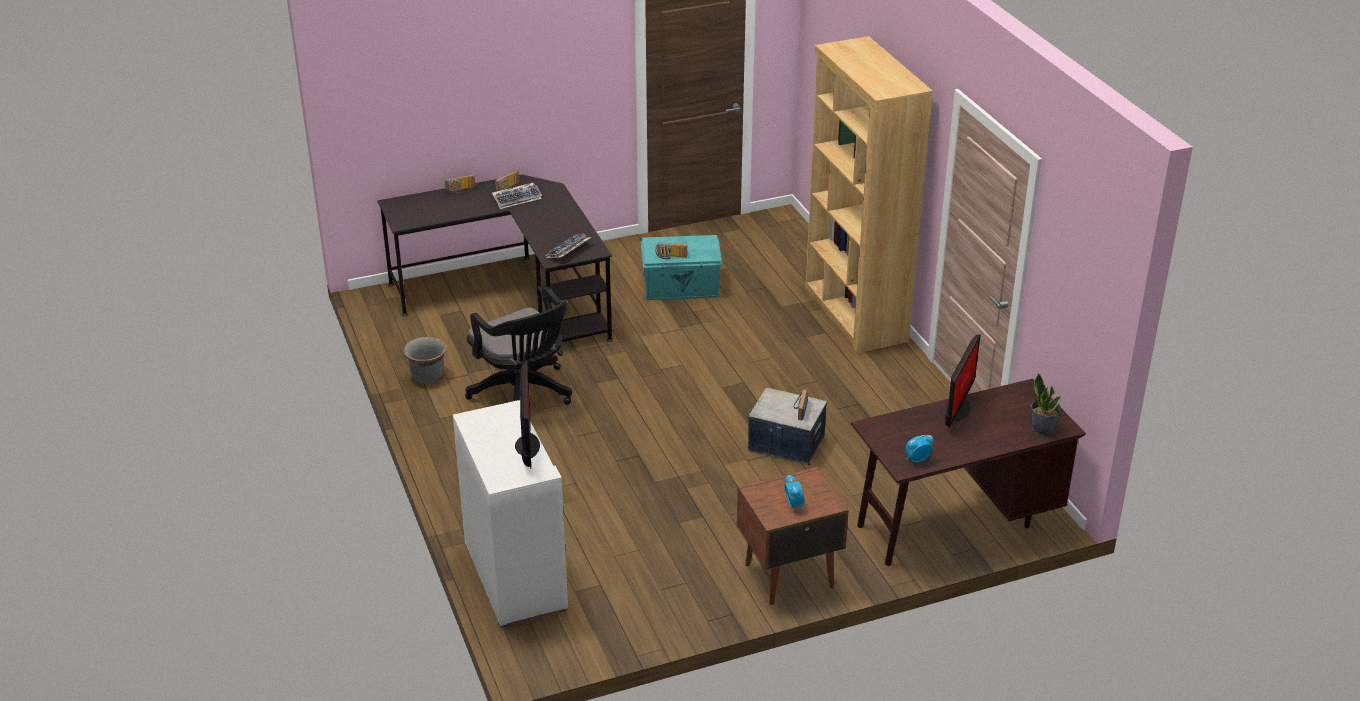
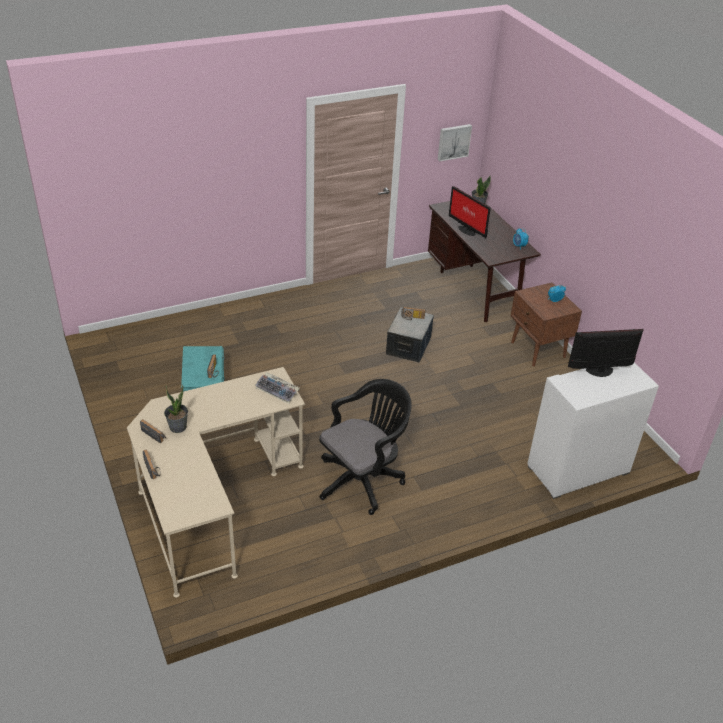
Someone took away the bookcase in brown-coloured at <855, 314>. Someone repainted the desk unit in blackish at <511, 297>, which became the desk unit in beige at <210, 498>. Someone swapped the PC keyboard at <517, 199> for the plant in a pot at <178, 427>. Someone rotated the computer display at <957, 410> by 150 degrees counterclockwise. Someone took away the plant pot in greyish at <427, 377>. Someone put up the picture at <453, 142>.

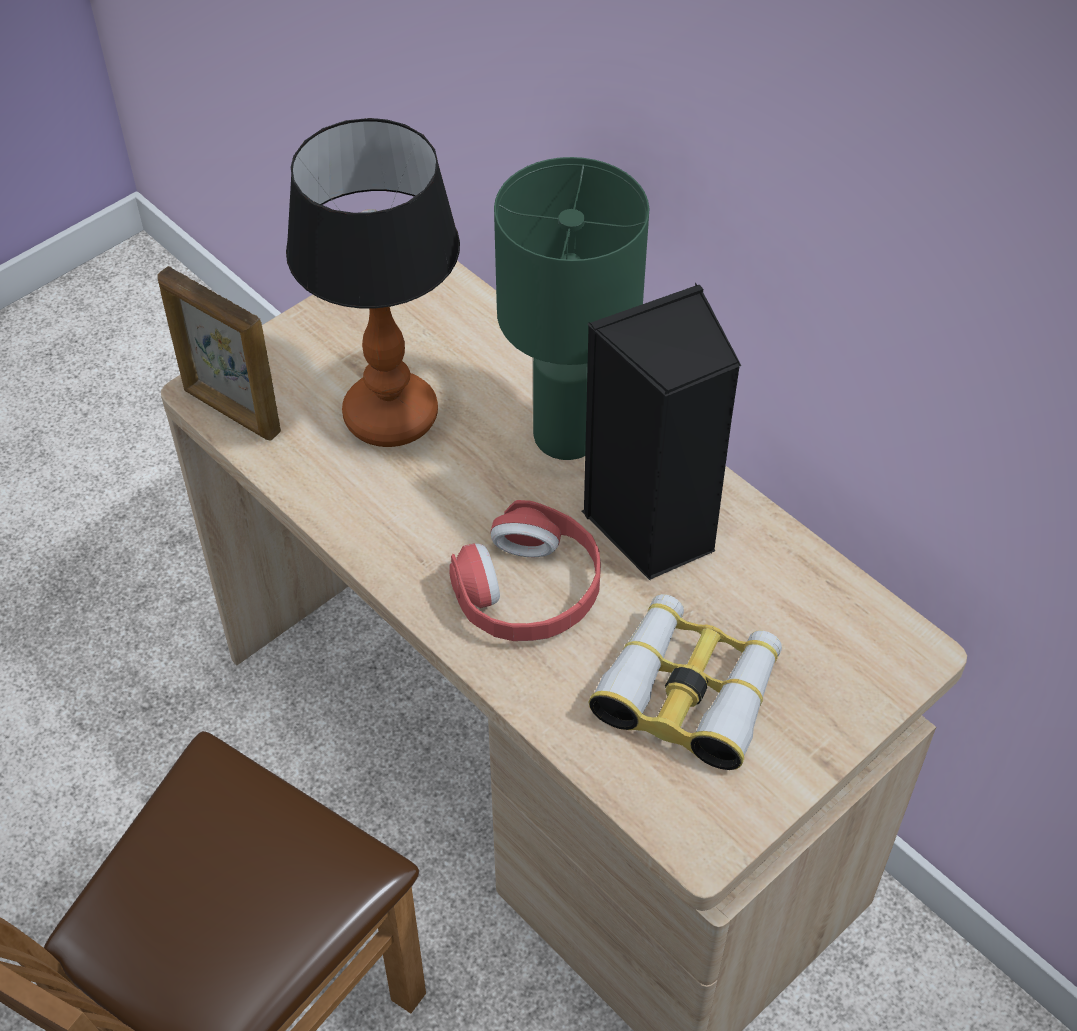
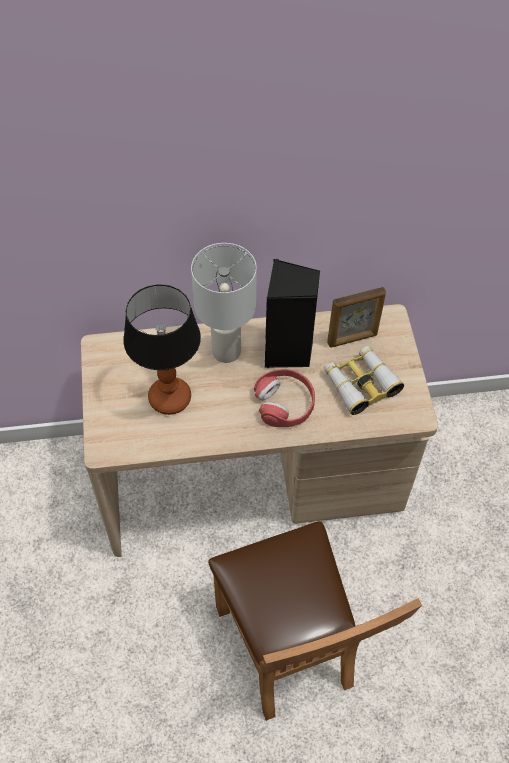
Someone repainted the lamp for a table in green at <565, 433>, which became the lamp for a table in whitish at <225, 351>. Someone carried the photo frame from <231, 411> to <352, 339>.

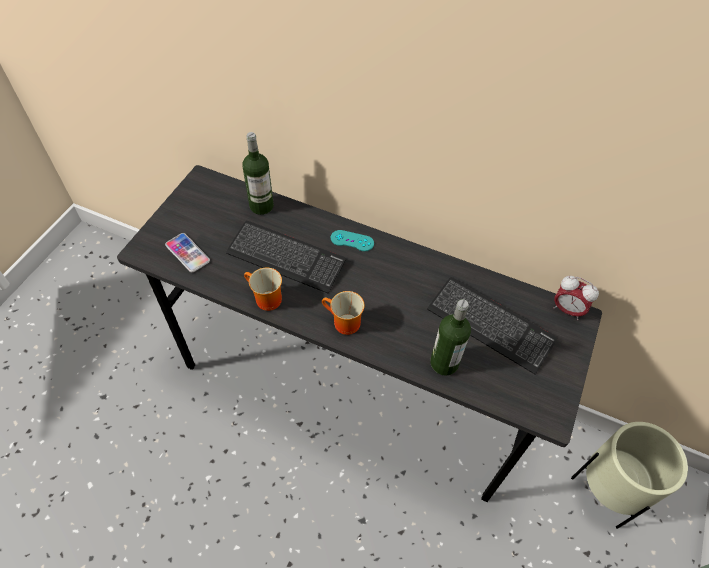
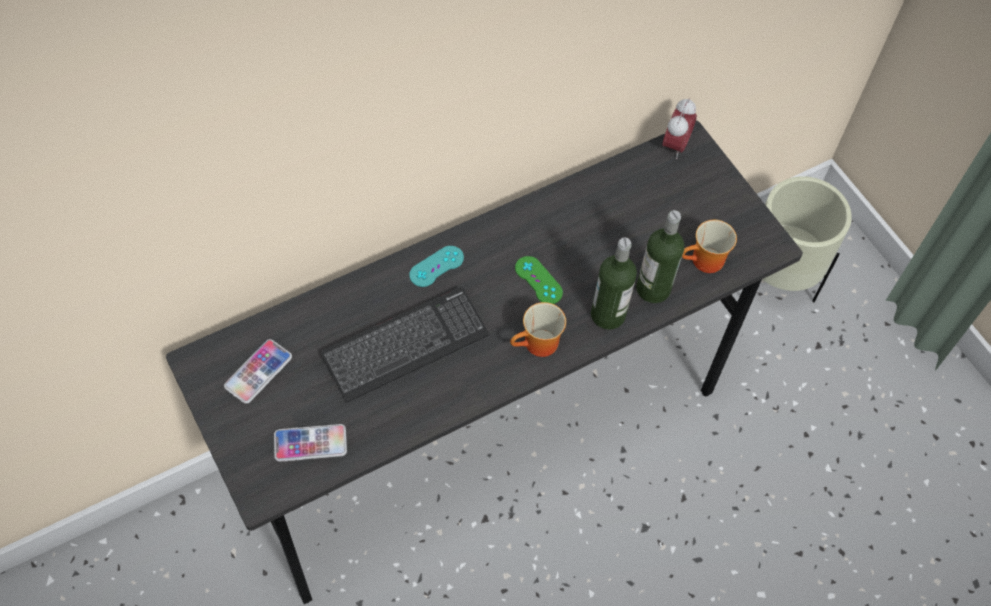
Someone carried the bottle from <261, 206> to <608, 314>. Someone carried the tea mug from <265, 300> to <705, 263>. Someone rotated the bedside clock at <567, 310> by 45 degrees counterclockwise. Someone took away the PC keyboard at <490, 325>. Someone put down the joypad in green at <538, 280>. Someone put down the telephone at <258, 372>.

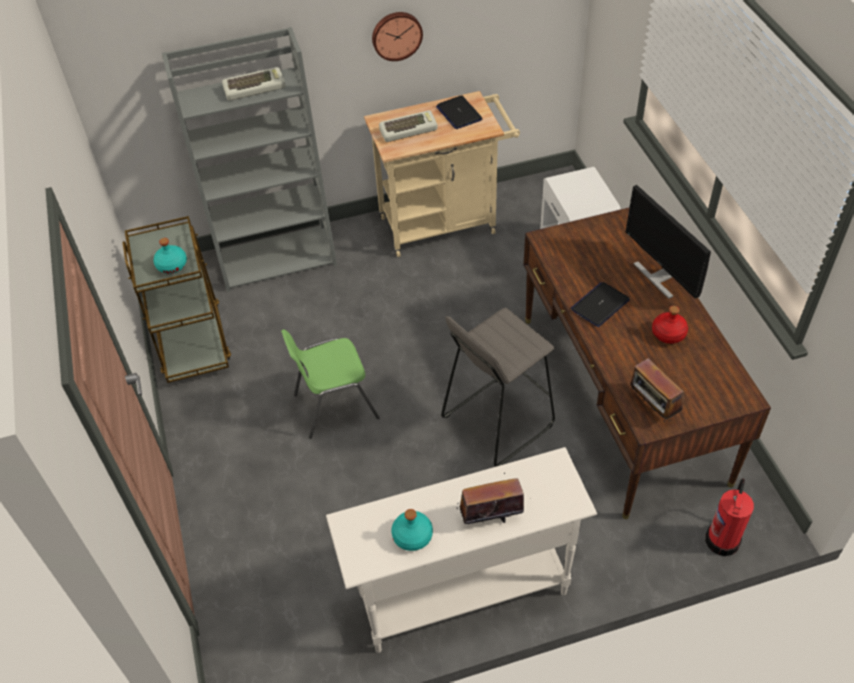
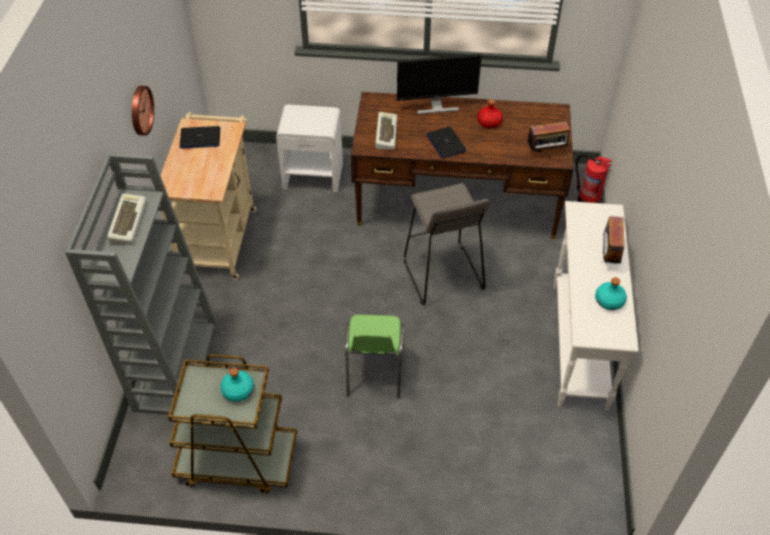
Someone carried the PC keyboard from <408, 129> to <385, 133>.

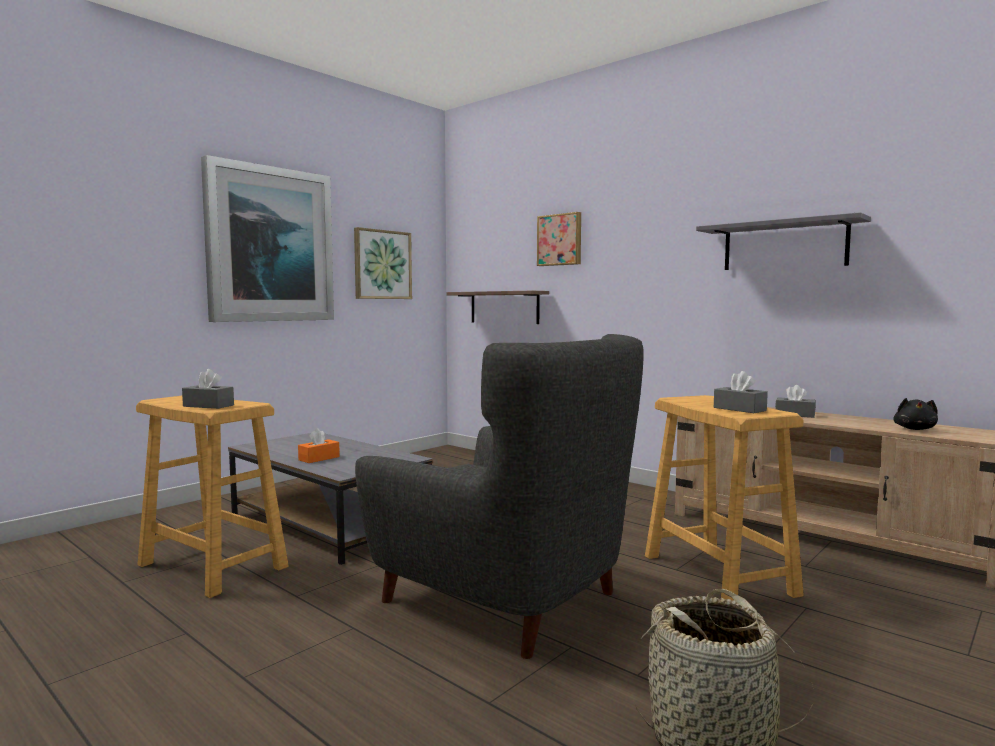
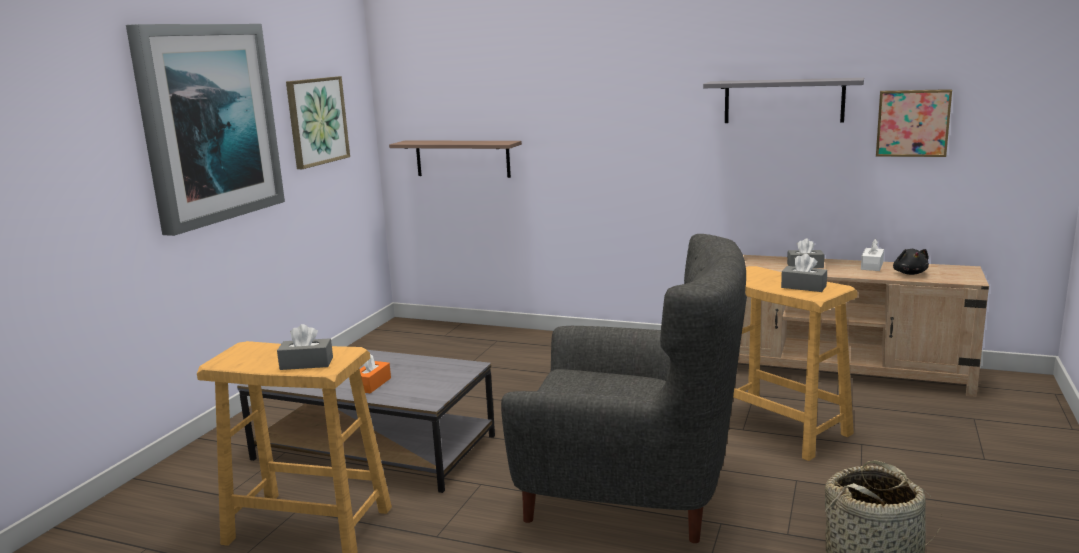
Someone carried the picture from <560, 240> to <912, 123>. Someone put down the tissue holder in whitish at <872, 266>.

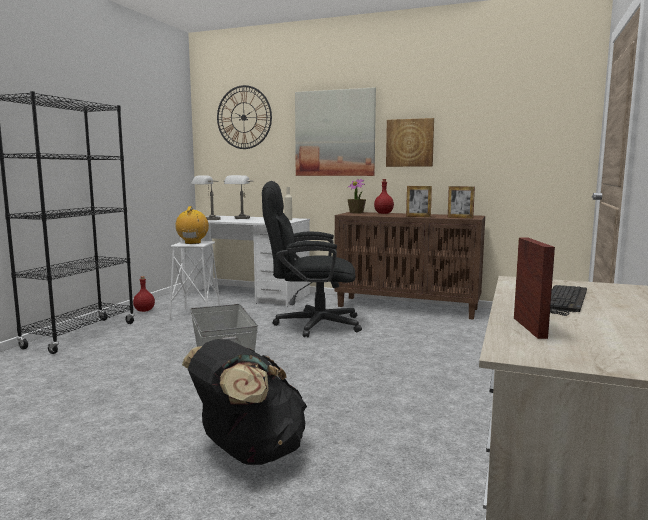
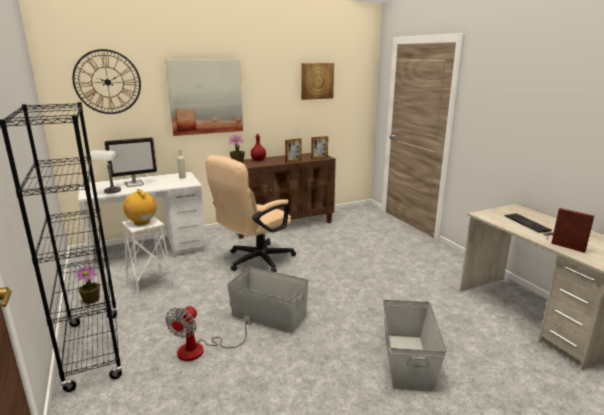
Someone carried the picture from <410, 143> to <317, 81>. Someone swapped the lamp for a table in greyish at <240, 218> for the computer display at <134, 184>. Someone repainted the computer chair in blackish at <309, 324>, which became the computer chair in beige at <254, 261>. Someone swapped the bottle in reddish at <144, 310> for the plant in a pot at <91, 300>. Someone swapped the backpack in blackish at <248, 453> for the storage box in greyish at <407, 361>. Someone put down the electric fan at <200, 350>.

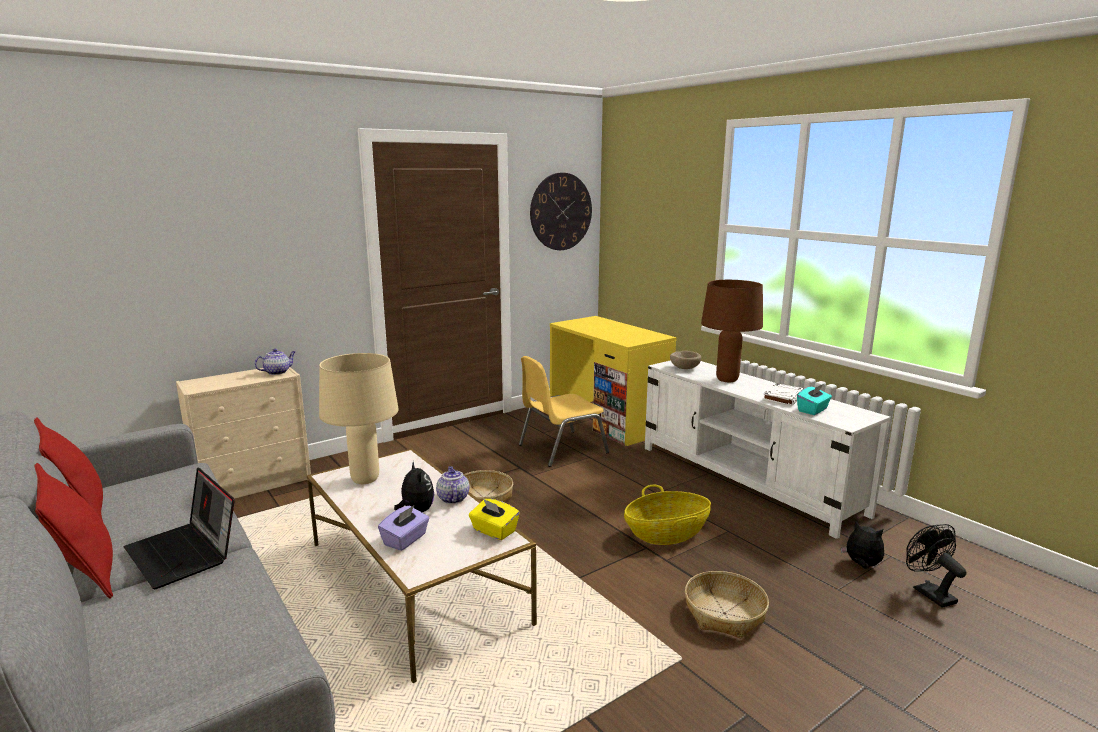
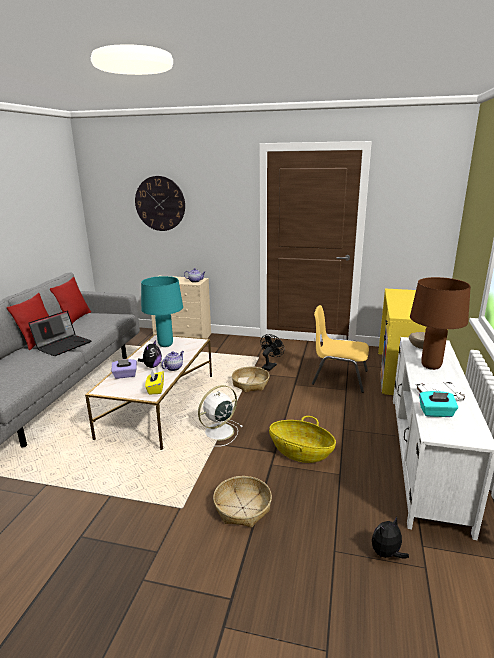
Someone carried the hanging clock from <561, 211> to <160, 203>. Someone repainted the lamp for a table in beige at <365, 480>, which became the lamp for a table in turquoise at <165, 345>. Someone rotated the portable computer at <185, 553> by 150 degrees counterclockwise. Someone rotated the plush toy at <862, 565> by 120 degrees counterclockwise. Someone carried the electric fan in blackish from <928, 592> to <270, 366>. Someone put down the electric fan in whitish at <218, 432>.

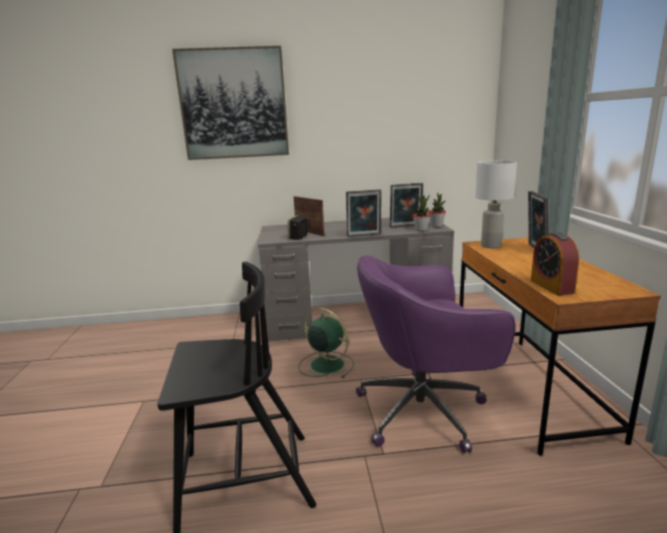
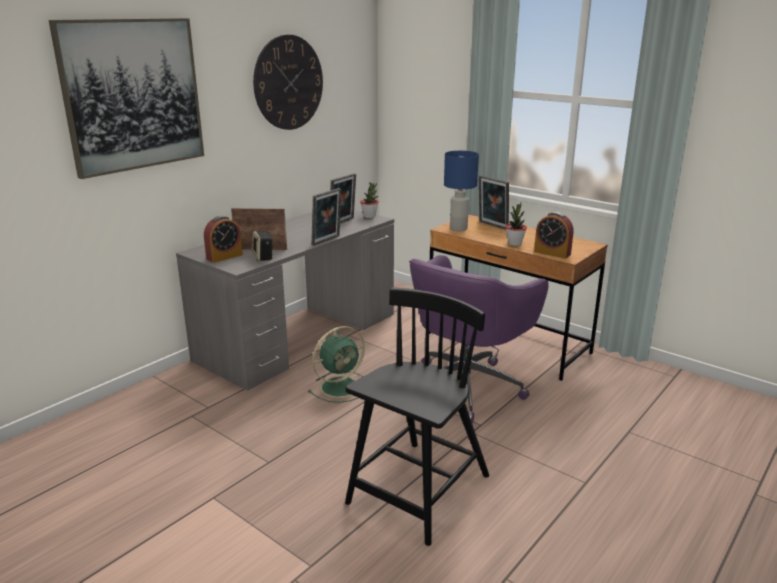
Someone repainted the lamp for a table in whitish at <490, 246>, which became the lamp for a table in blue-coloured at <458, 229>. Someone carried the plant in a pot from <421, 229> to <514, 243>. Someone rotated the electric fan in green at <325, 364> by 150 degrees clockwise. Someone put up the hanging clock at <288, 83>. Someone put down the bedside clock at <224, 257>.

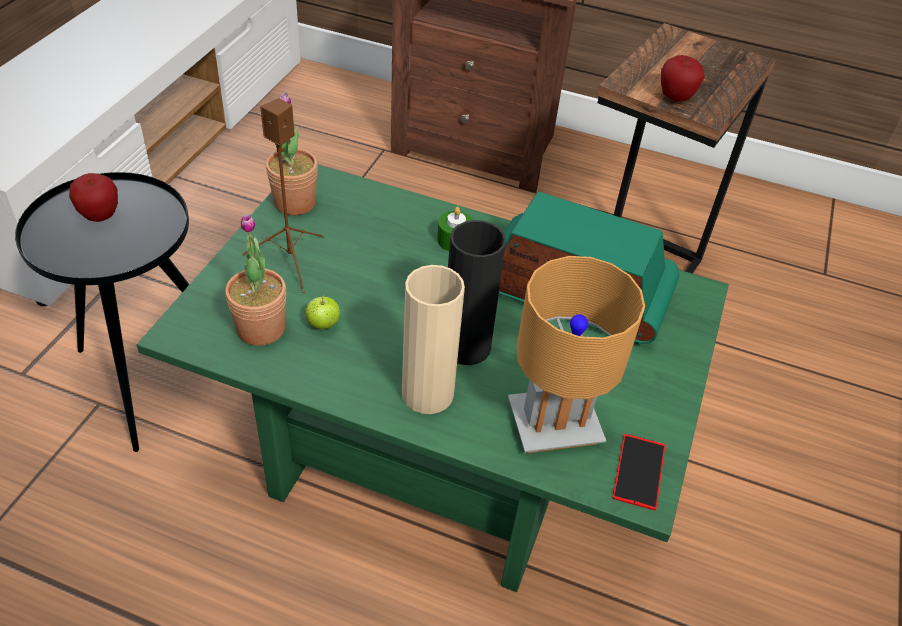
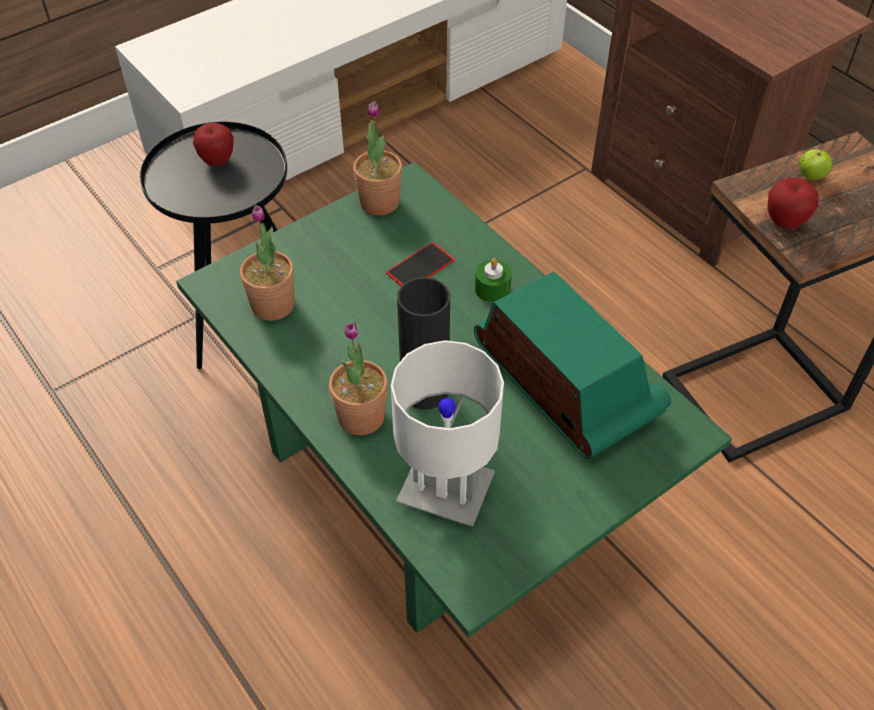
Someone took away the speaker in brown-coloured at <291, 261>. Someone repainted the lamp for a table in brown-coloured at <554, 423>, which became the lamp for a table in whitish at <446, 491>. Someone swapped the flower vase in beige at <427, 394> for the plant in a pot at <361, 417>. Someone carried the apple from <323, 324> to <811, 176>. Someone carried the telephone from <639, 471> to <420, 267>.

